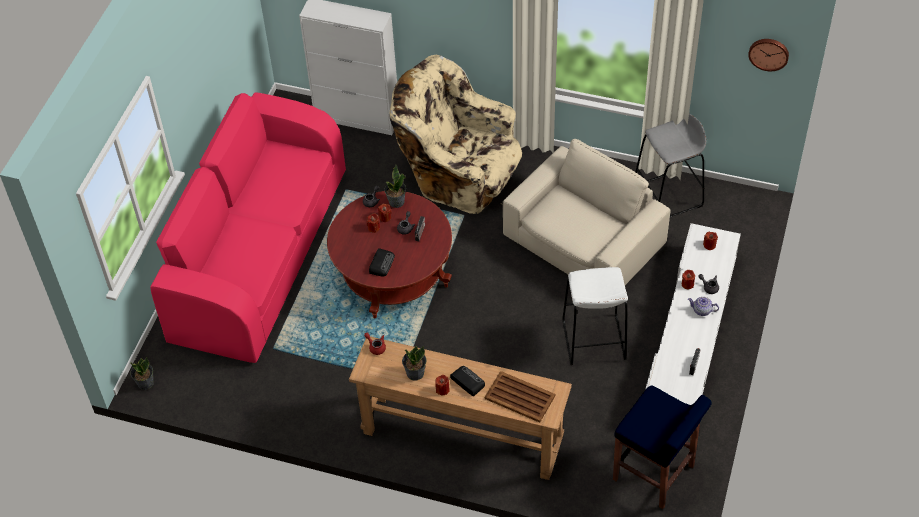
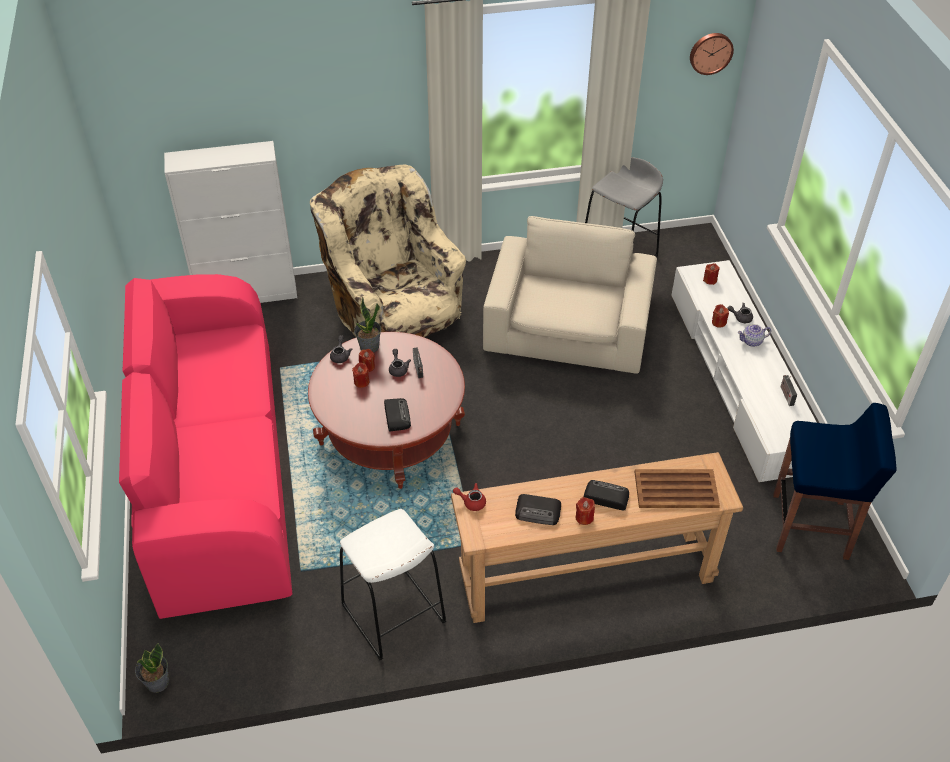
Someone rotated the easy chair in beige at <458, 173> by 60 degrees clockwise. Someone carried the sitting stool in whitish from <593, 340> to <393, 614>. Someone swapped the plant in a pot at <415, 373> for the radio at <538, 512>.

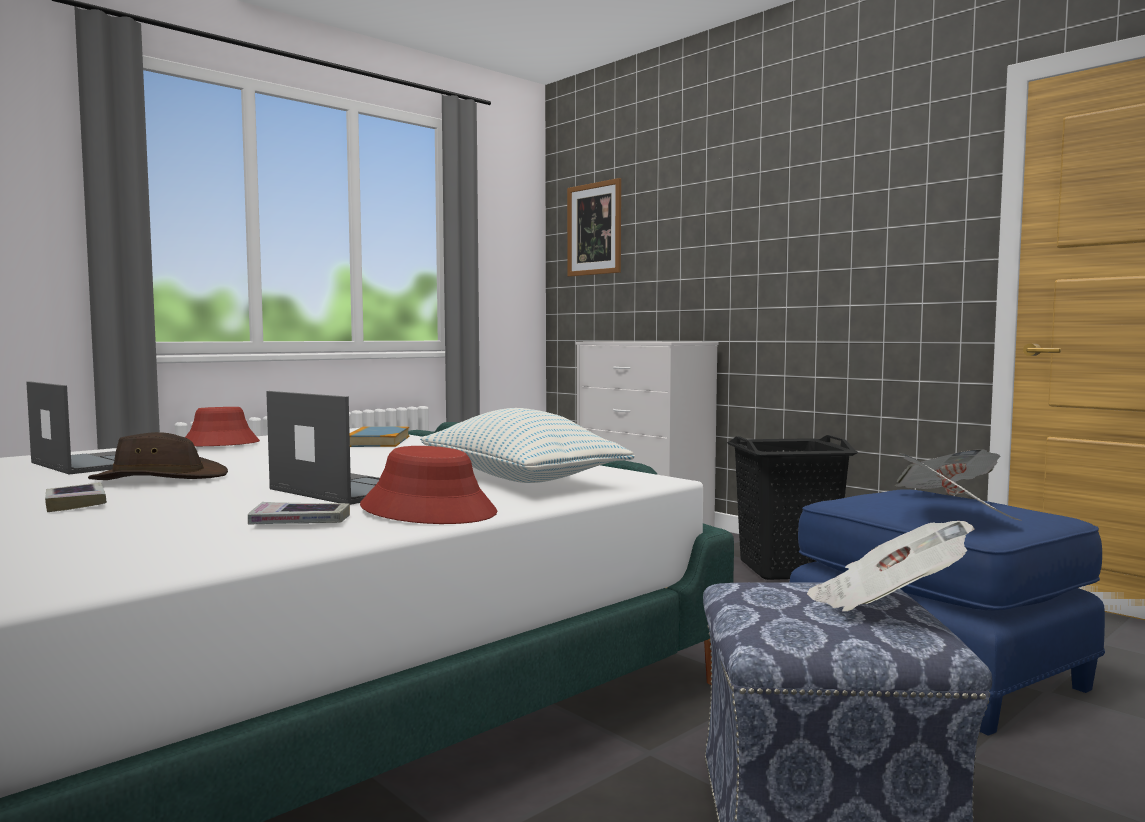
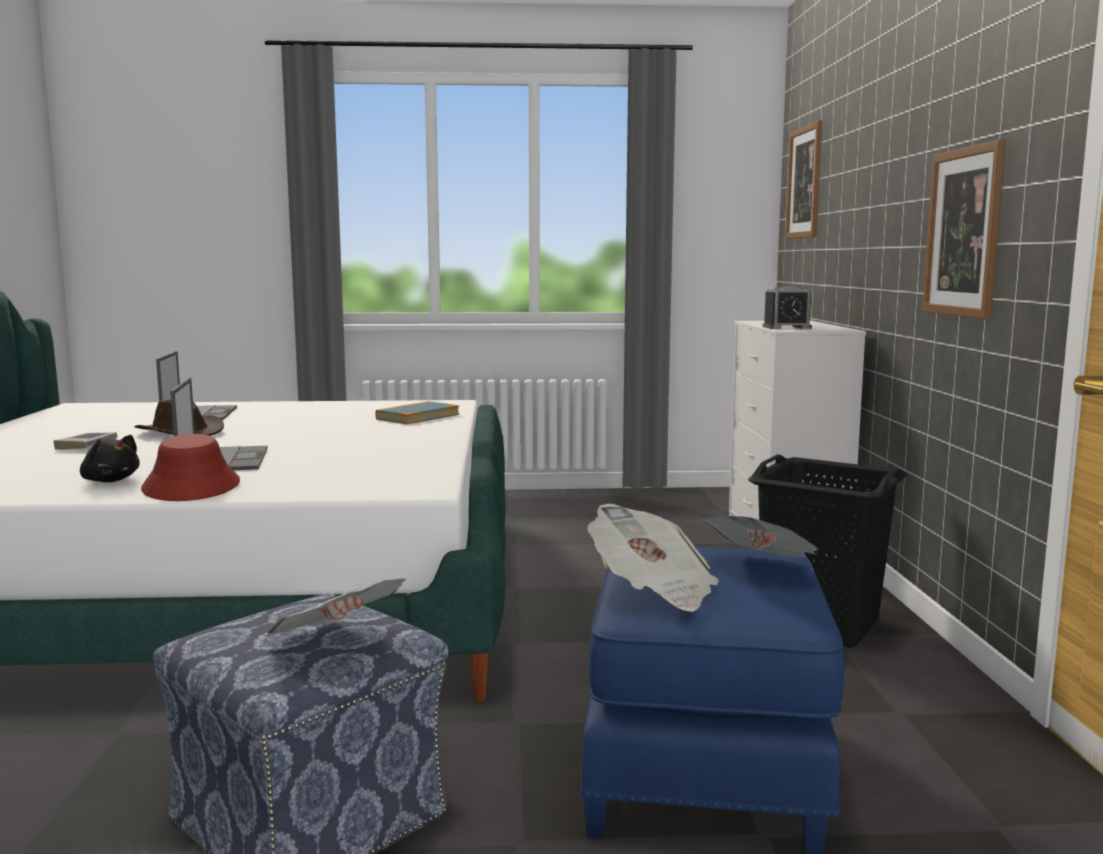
Someone took away the wearable hat in reddish at <220, 444>. Someone took away the throw pillow at <520, 479>. Someone swapped the book at <300, 522> for the plush toy in blackish at <110, 480>. Someone put up the picture at <963, 232>. Someone put down the bedside clock at <786, 327>.

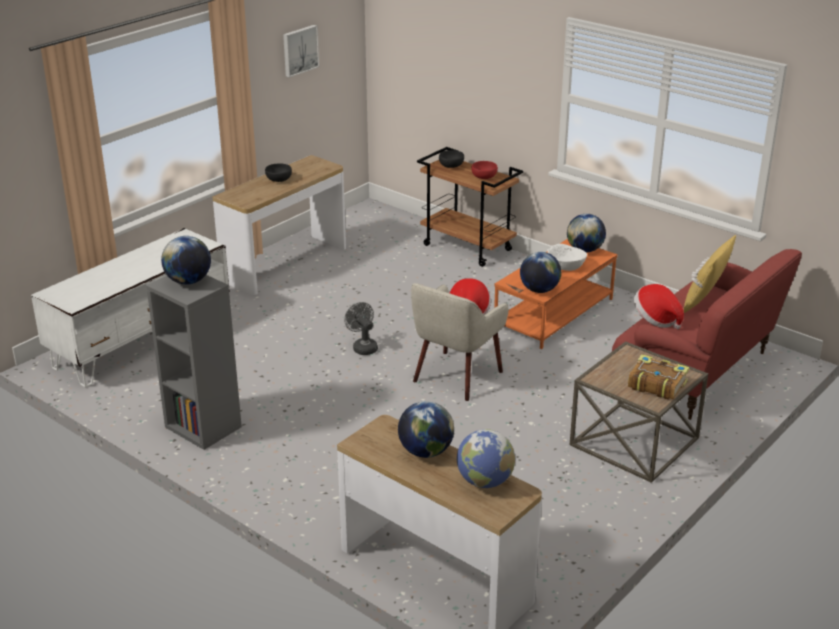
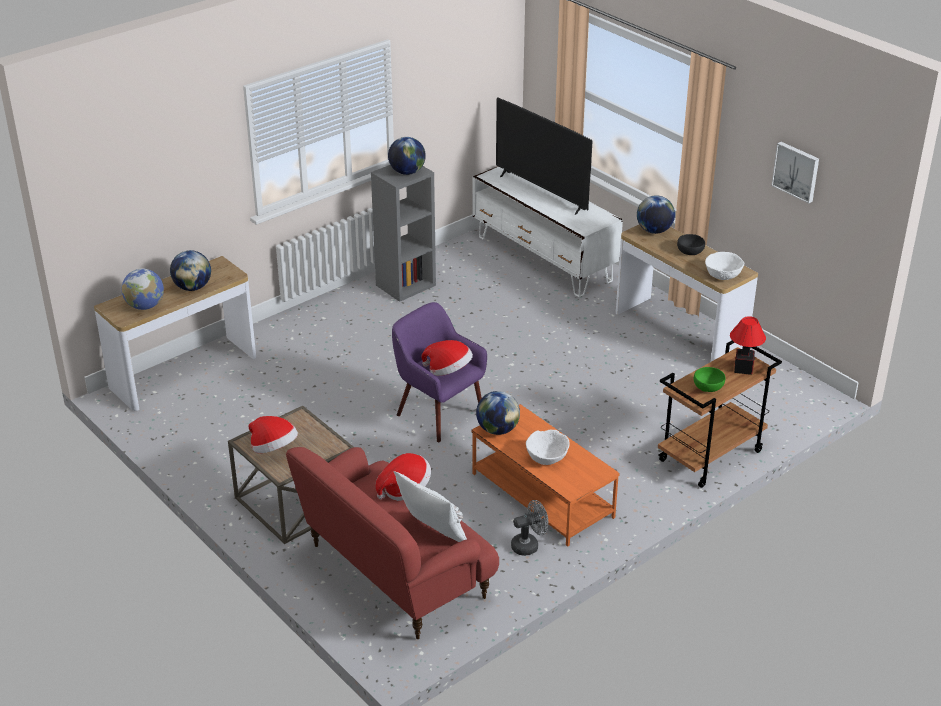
Someone swapped the deep dish in blackish at <451, 165> for the lamp for a table at <743, 368>. Someone repainted the deep dish in reddish at <484, 176>, which became the deep dish in green at <708, 387>. Someone carried the desk globe from <584, 250> to <654, 231>. Someone repainted the throw pillow in yellow-coloured at <705, 301>, which became the throw pillow in whitish at <431, 535>. Someone repainted the easy chair in beige at <456, 376>, which became the easy chair in purplish at <438, 413>. Someone carried the electric fan in greyish from <363, 347> to <529, 545>. Someone swapped the book at <656, 384> for the wearable hat at <274, 449>. Someone put down the television at <542, 192>. Someone put down the deep dish in whitish at <722, 275>.

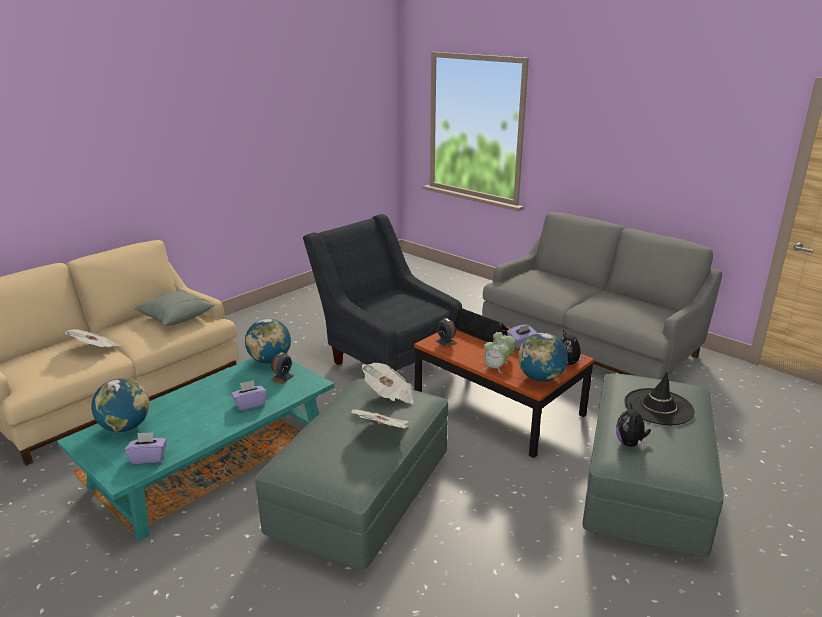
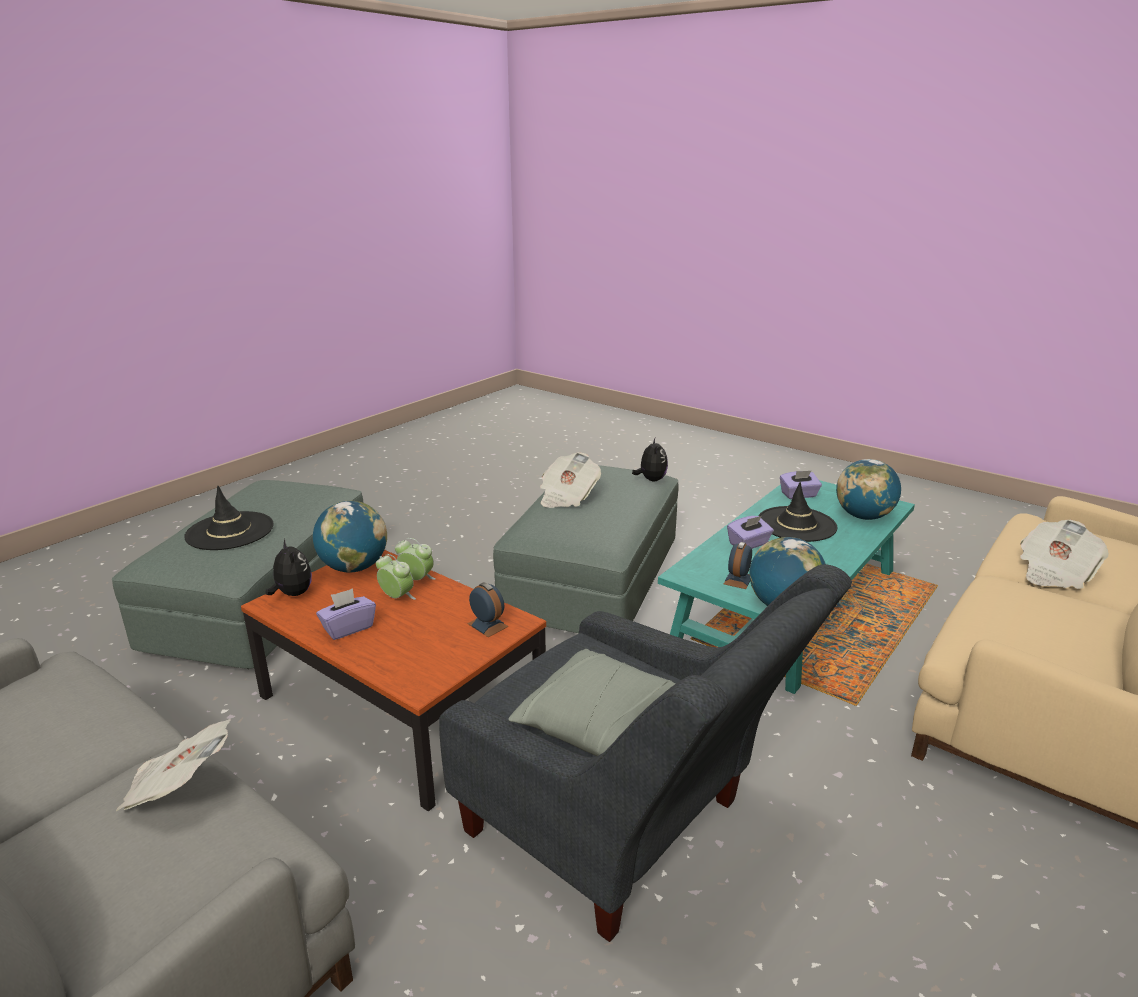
Someone carried the throw pillow in greyish from <176, 317> to <601, 725>. Someone took away the speaker in blackish at <479, 332>. Someone carried the printed paper from <389, 395> to <180, 787>. Someone carried the plush toy from <630, 443> to <651, 480>. Someone put down the wearable hat in blackish at <796, 524>.

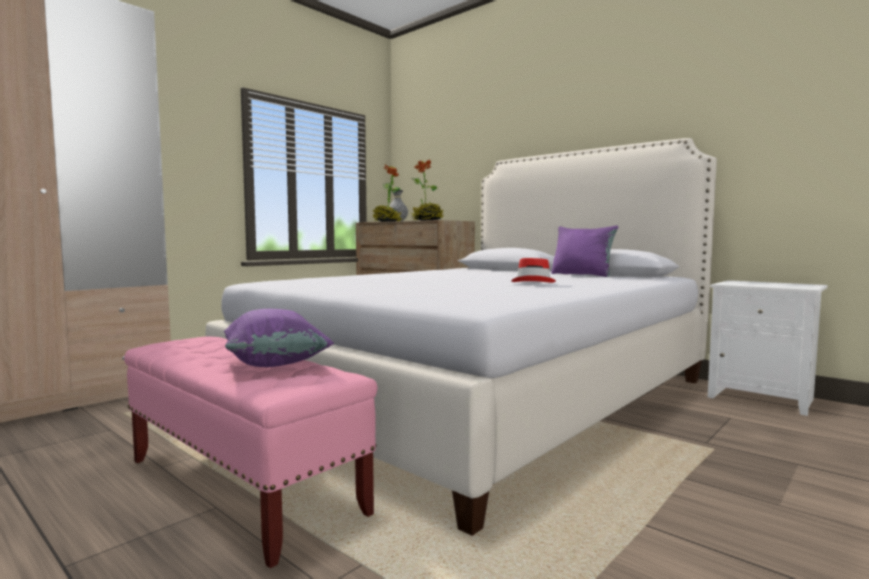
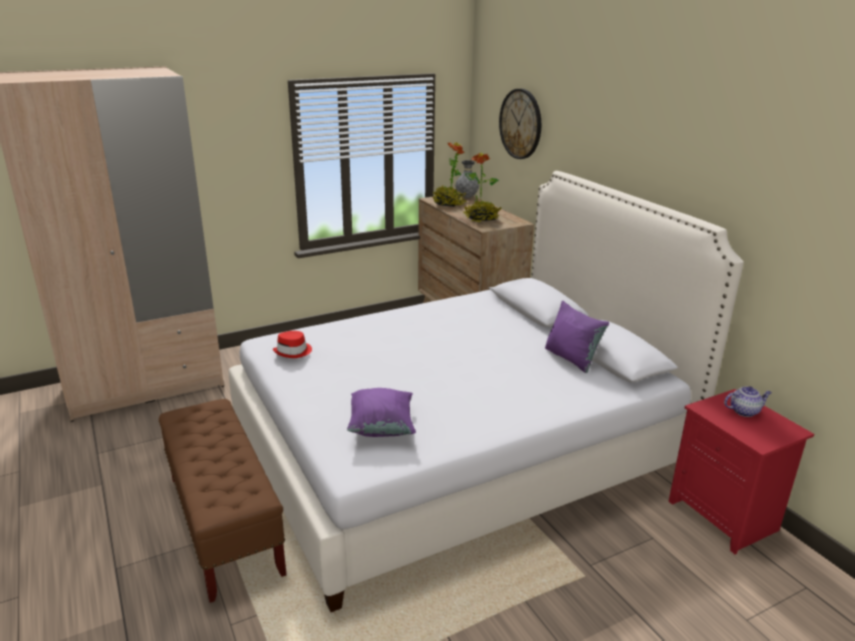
Someone carried the wearable hat in reddish from <533, 283> to <293, 351>. Someone repainted the bedside table in whitish at <763, 398>, which became the bedside table in reddish at <725, 517>. Someone carried the throw pillow in purplish from <275, 364> to <381, 428>. Someone repainted the bench in pink at <242, 486>, which became the bench in brown-coloured at <224, 524>. Someone put up the hanging clock at <521, 124>. Someone put down the tea pot at <744, 411>.

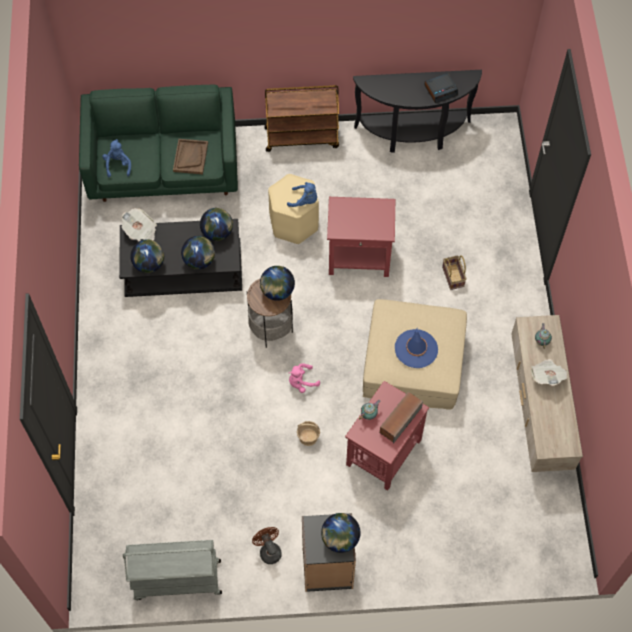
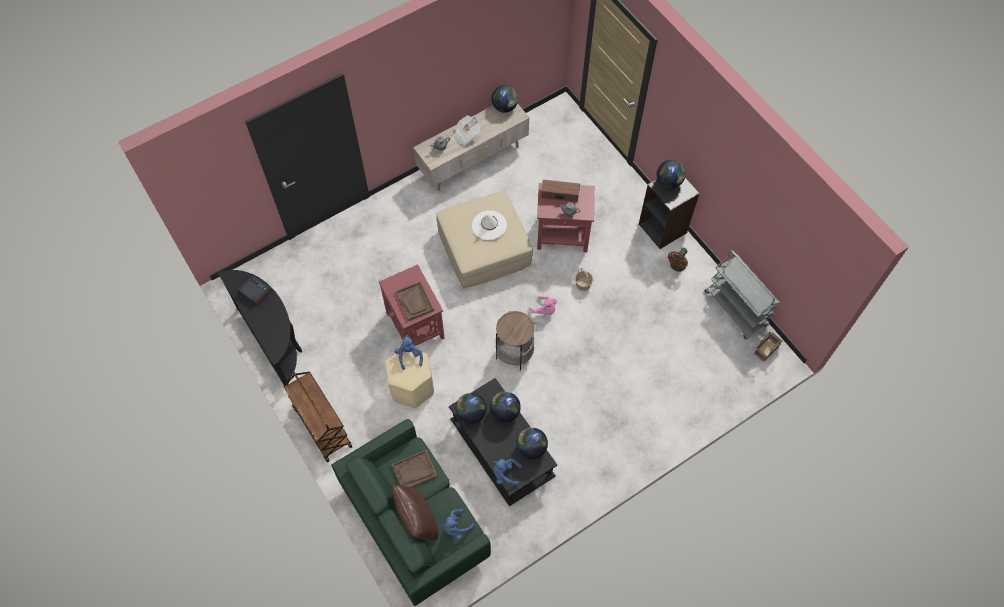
Someone swapped the printed paper at <140, 231> for the plush toy in blue-coloured at <505, 474>. Someone carried the household basket from <454, 277> to <766, 349>. Someone carried the desk globe from <277, 291> to <504, 107>. Someone repainted the wearable hat in blue-coloured at <416, 349>, which became the wearable hat in whitish at <489, 225>. Someone put down the tray in brown-coloured at <414, 301>. Someone put down the throw pillow in brown-coloured at <417, 520>.

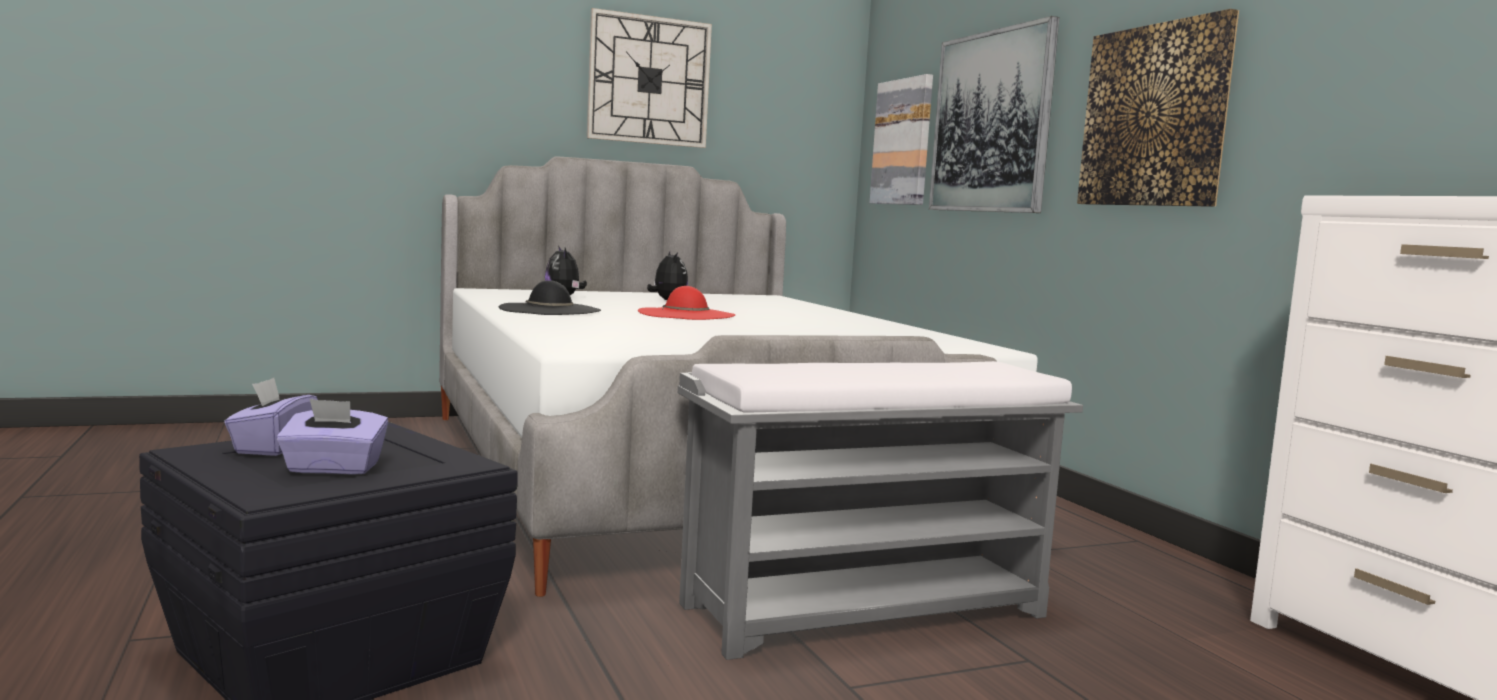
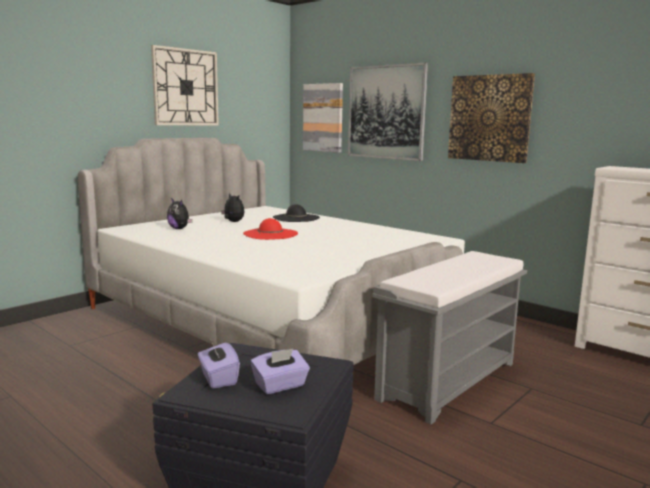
Someone carried the wearable hat in blackish from <550, 310> to <296, 218>.

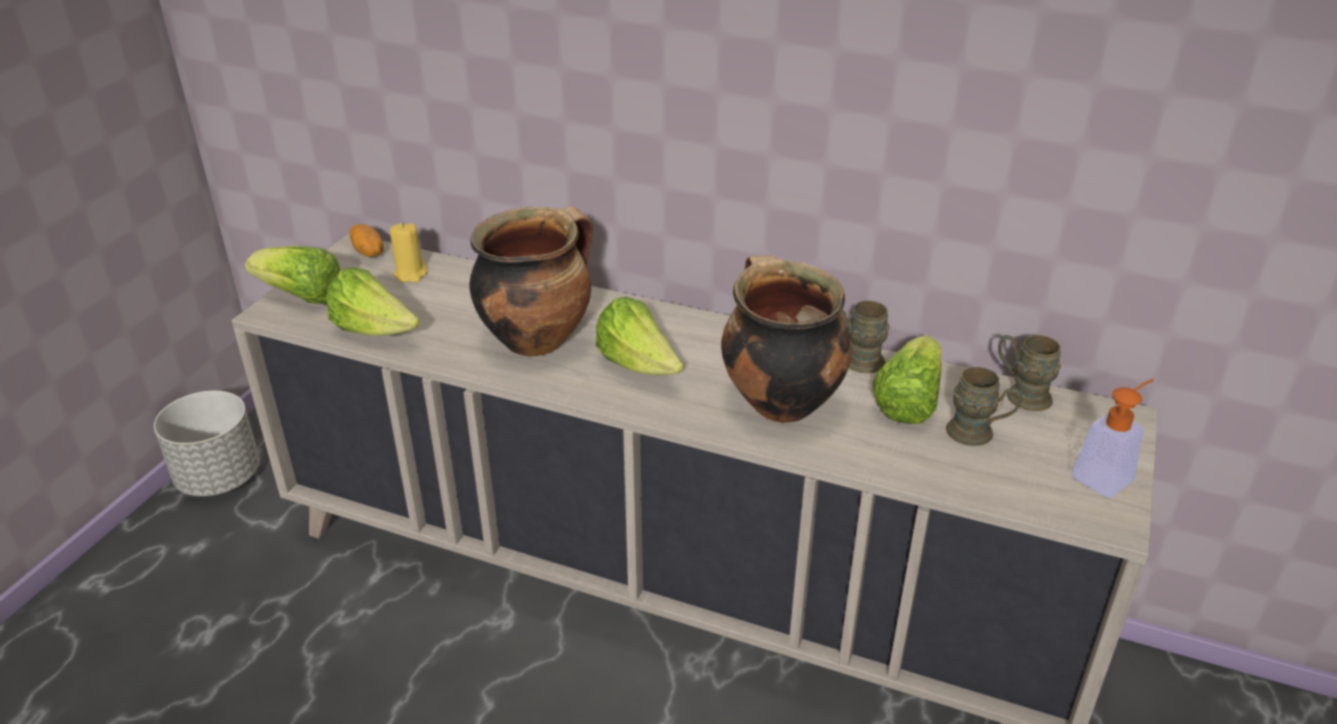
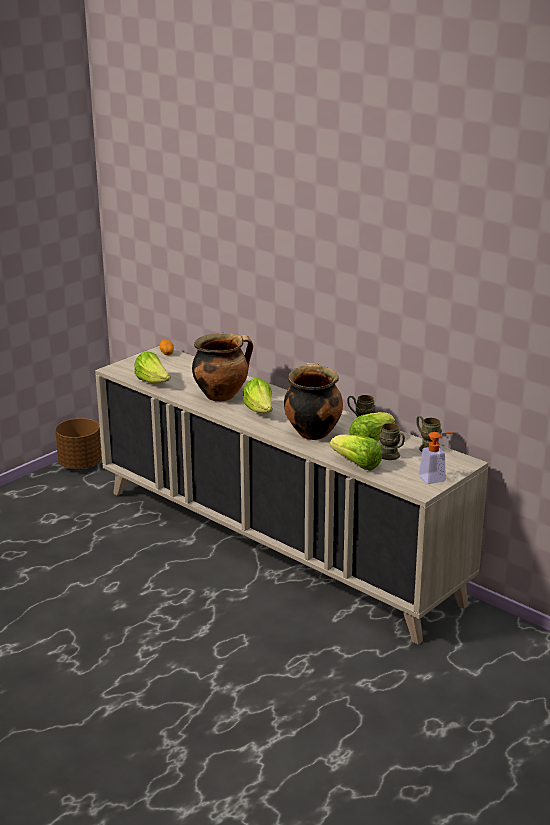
Someone took away the wax light in yellow-coloured at <411, 274>. Someone carried the head of lettuce from <301, 296> to <357, 464>. Someone repainted the plant pot in greyish at <219, 477>, which became the plant pot in brown-coloured at <80, 464>.

